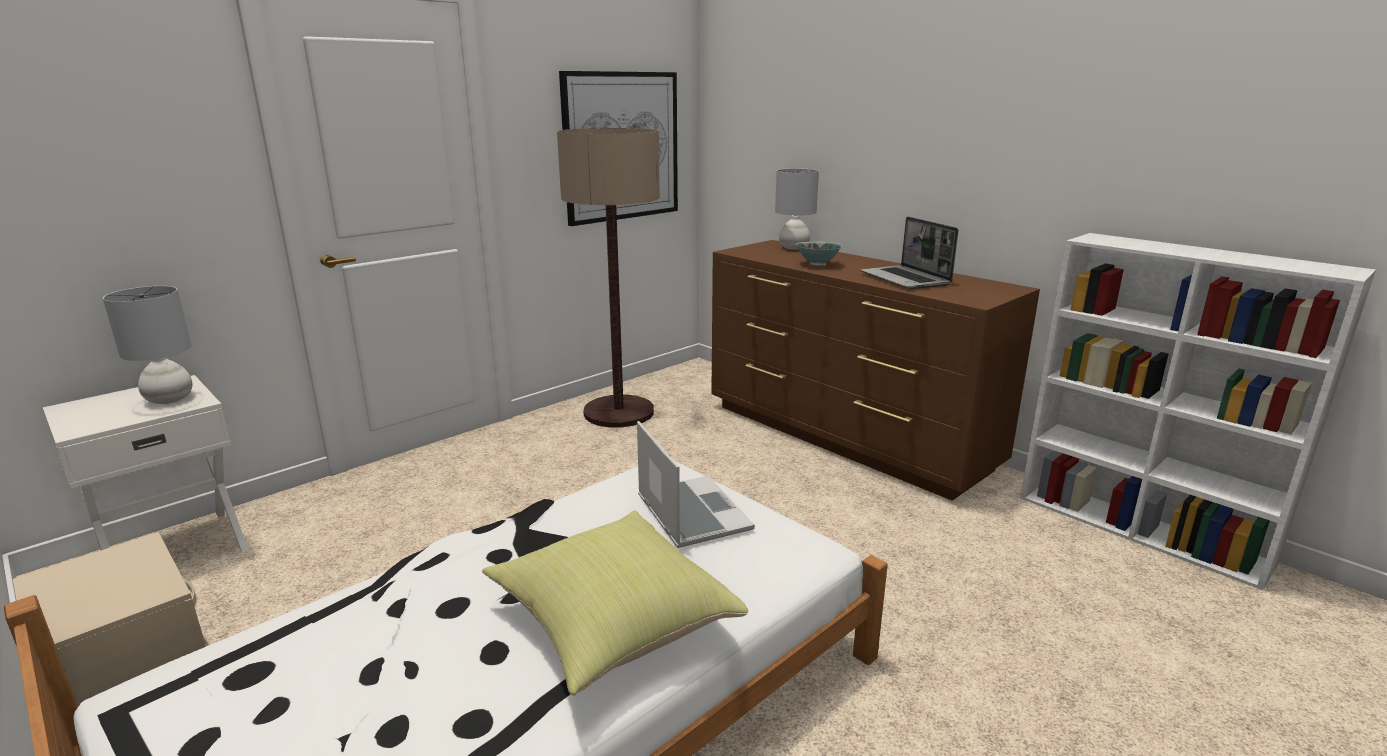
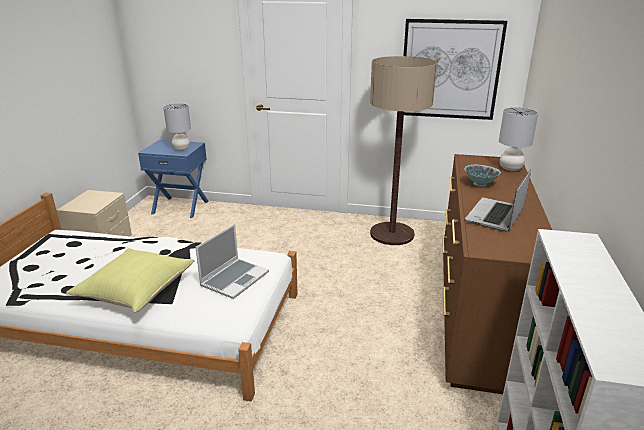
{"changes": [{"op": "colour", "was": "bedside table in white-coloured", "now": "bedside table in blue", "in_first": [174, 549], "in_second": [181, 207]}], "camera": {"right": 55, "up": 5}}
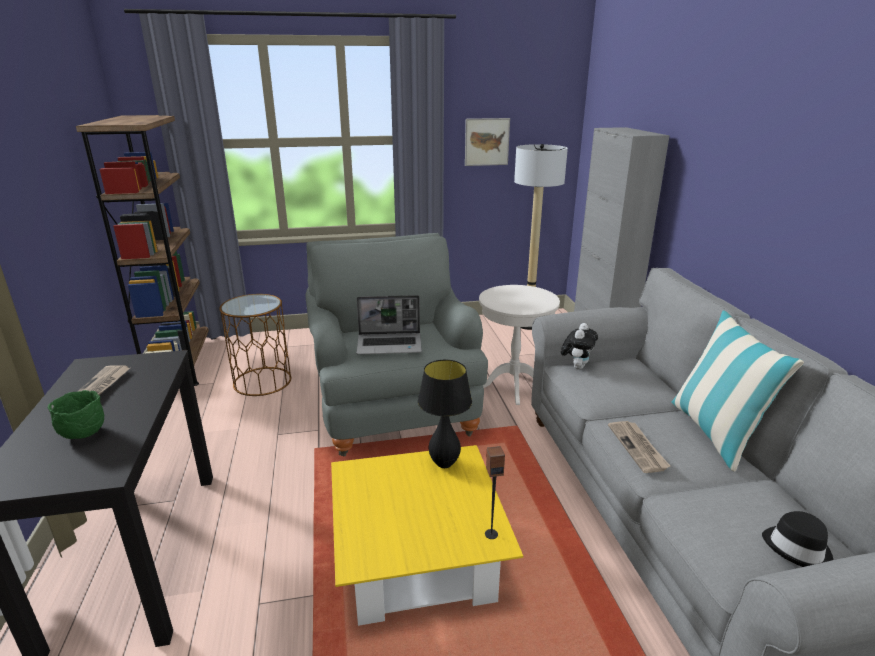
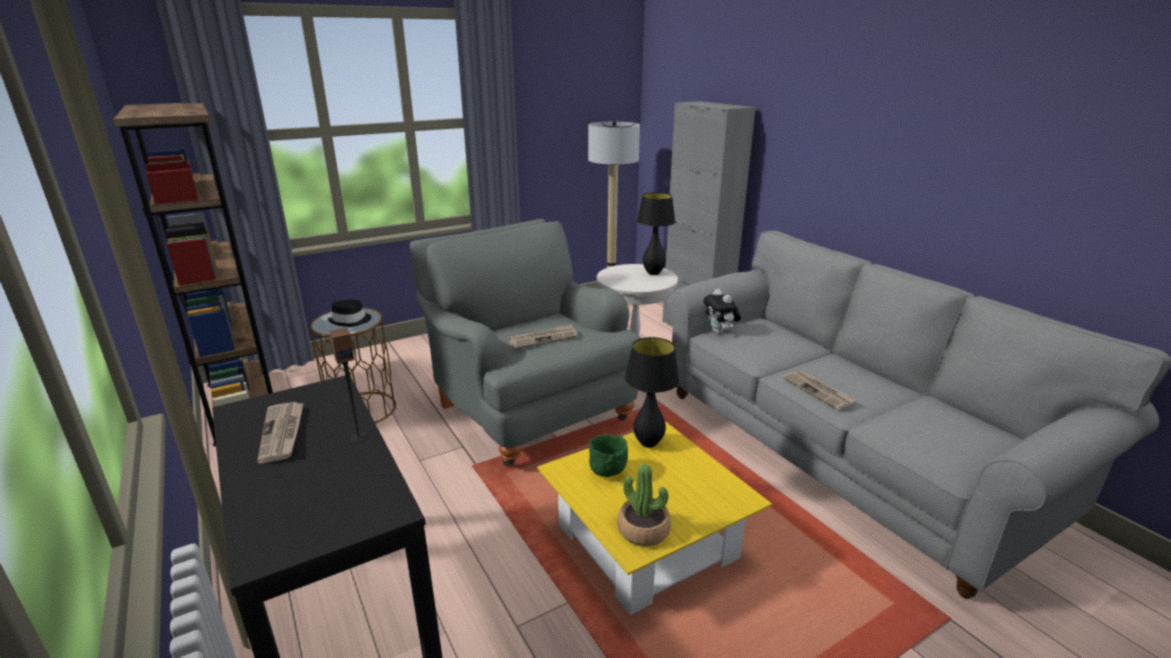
{"changes": [{"op": "missing", "was": "wall picture", "in_first": [486, 142]}, {"op": "exchanged", "was": "portable computer", "now": "printed paper", "in_first": [390, 345], "in_second": [543, 338]}, {"op": "missing", "was": "cushion", "in_first": [715, 433]}, {"op": "spun", "was": "soft toy", "in_first": [576, 366], "in_second": [720, 332], "clockwise": 150}, {"op": "relocated", "was": "serving bowl in greenish", "in_first": [83, 435], "in_second": [607, 472]}, {"op": "relocated", "was": "audio speaker", "in_first": [491, 534], "in_second": [358, 437]}, {"op": "relocated", "was": "hat in blackish", "in_first": [798, 548], "in_second": [351, 321]}, {"op": "appeared", "now": "lamp for a table in blackish", "in_second": [653, 273]}, {"op": "appeared", "now": "houseplant", "in_second": [643, 530]}], "camera": {"right": -20, "up": 0}}
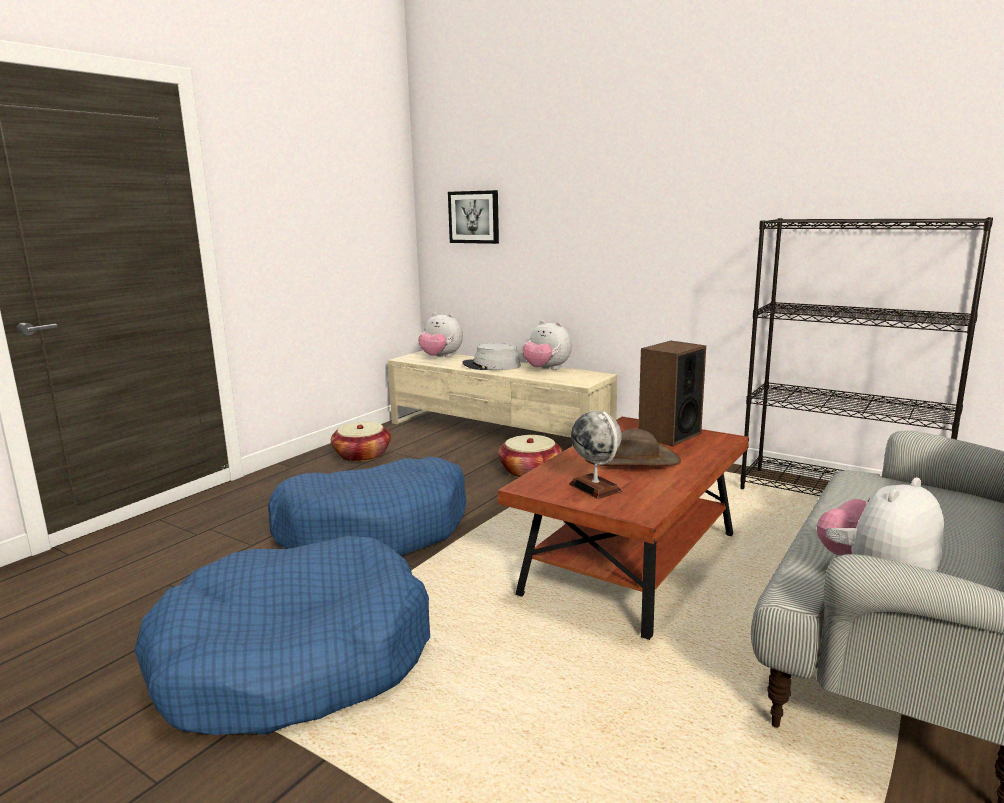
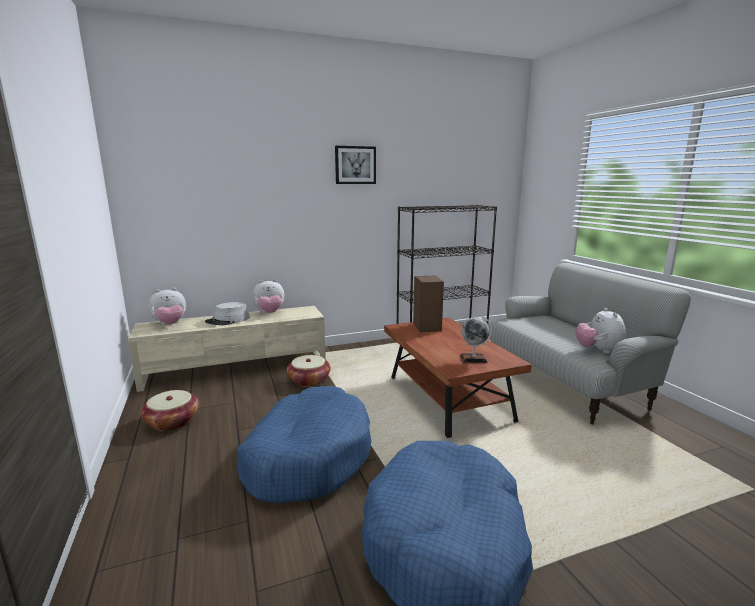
{"changes": [{"op": "relocated", "was": "wall picture", "in_first": [474, 217], "in_second": [355, 165]}, {"op": "missing", "was": "hat in brownish", "in_first": [632, 459]}], "camera": {"right": -55, "up": 0}}
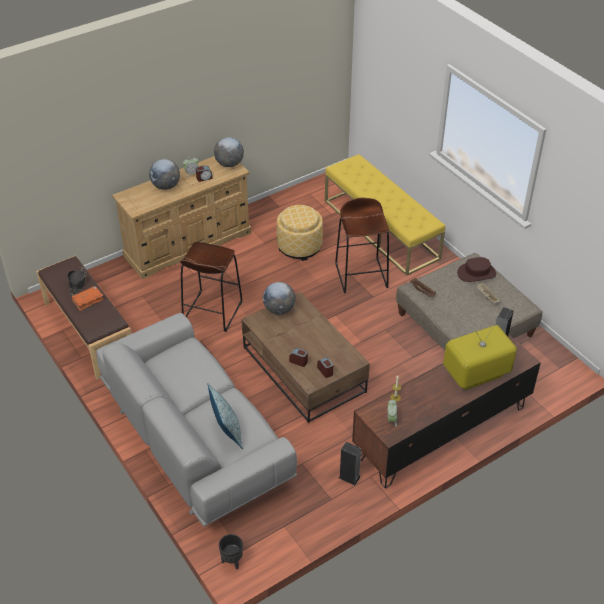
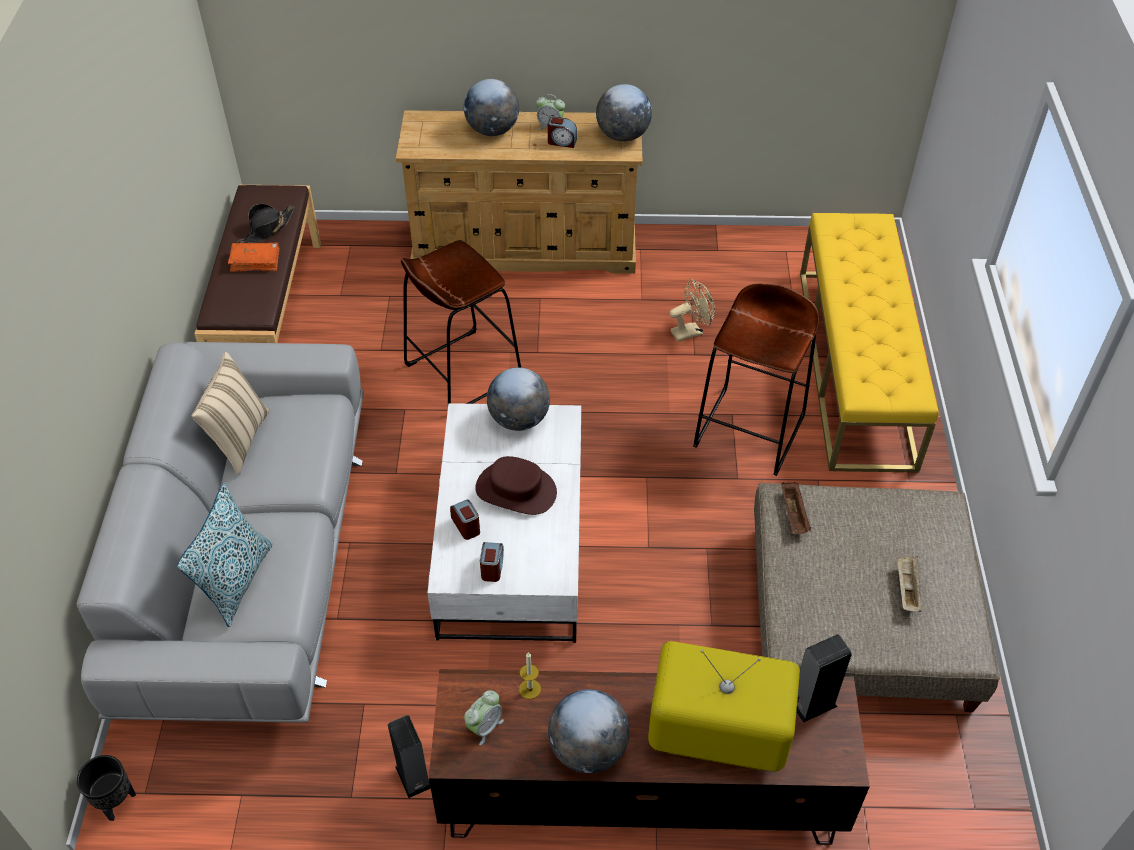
{"changes": [{"op": "exchanged", "was": "footrest", "now": "electric fan in beige", "in_first": [299, 246], "in_second": [691, 331]}, {"op": "relocated", "was": "hat in brownish", "in_first": [476, 273], "in_second": [516, 490]}, {"op": "colour", "was": "lounge table in brownish", "now": "lounge table in white-coloured", "in_first": [303, 369], "in_second": [511, 541]}, {"op": "appeared", "now": "cushion in beige", "in_second": [239, 439]}, {"op": "appeared", "now": "world globe", "in_second": [588, 749]}], "camera": {"right": 35, "up": 5}}
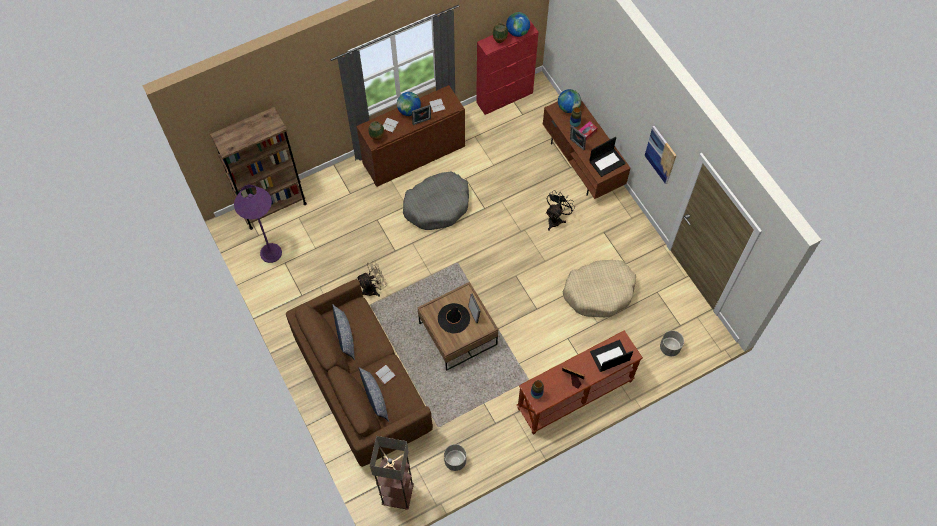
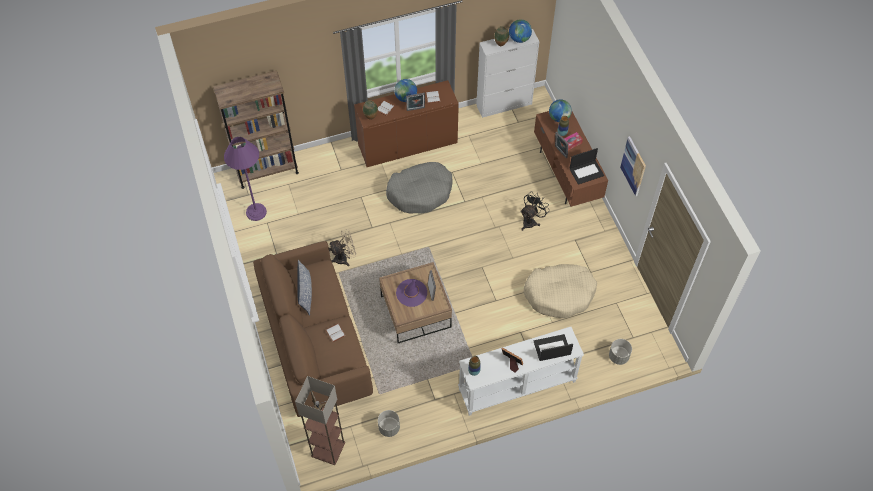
{"changes": [{"op": "colour", "was": "storage cabinet in red", "now": "storage cabinet in white-coloured", "in_first": [505, 97], "in_second": [504, 104]}, {"op": "colour", "was": "hat in blackish", "now": "hat in purplish", "in_first": [454, 318], "in_second": [411, 293]}, {"op": "colour", "was": "hall table in brownish", "now": "hall table in white-coloured", "in_first": [575, 395], "in_second": [517, 386]}, {"op": "missing", "was": "cushion", "in_first": [375, 398]}], "camera": {"right": 10, "up": -5}}
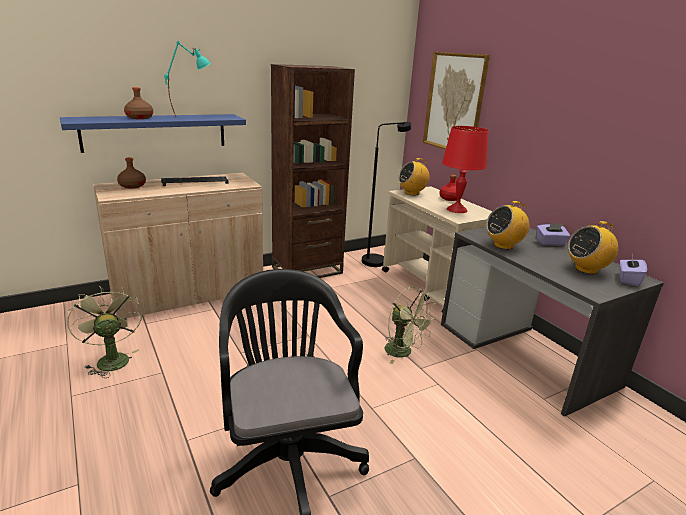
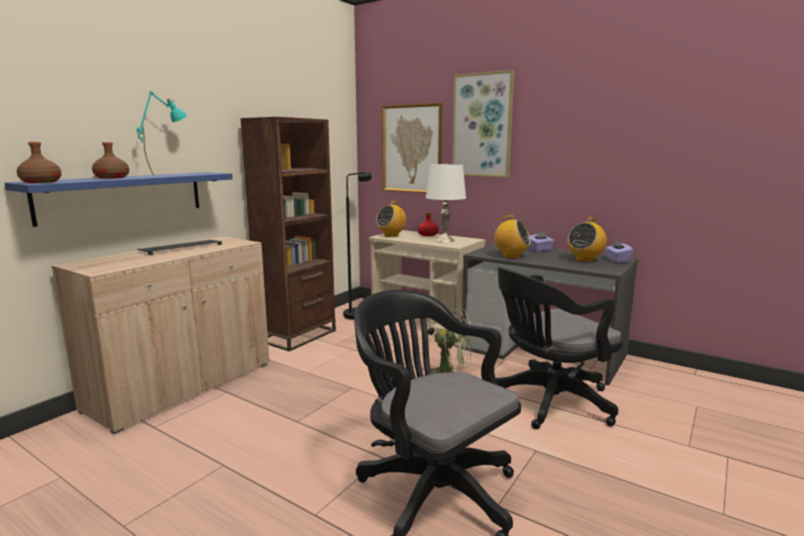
{"changes": [{"op": "colour", "was": "lamp for a table in red", "now": "lamp for a table in white-coloured", "in_first": [457, 209], "in_second": [445, 240]}, {"op": "relocated", "was": "bottle in brownish", "in_first": [132, 186], "in_second": [40, 182]}, {"op": "spun", "was": "radio", "in_first": [503, 245], "in_second": [511, 256], "clockwise": -105}, {"op": "missing", "was": "electric fan in greenish", "in_first": [111, 359]}, {"op": "appeared", "now": "wall picture", "in_second": [482, 125]}, {"op": "appeared", "now": "office chair in blackish", "in_second": [548, 402]}], "camera": {"right": -25, "up": -10}}
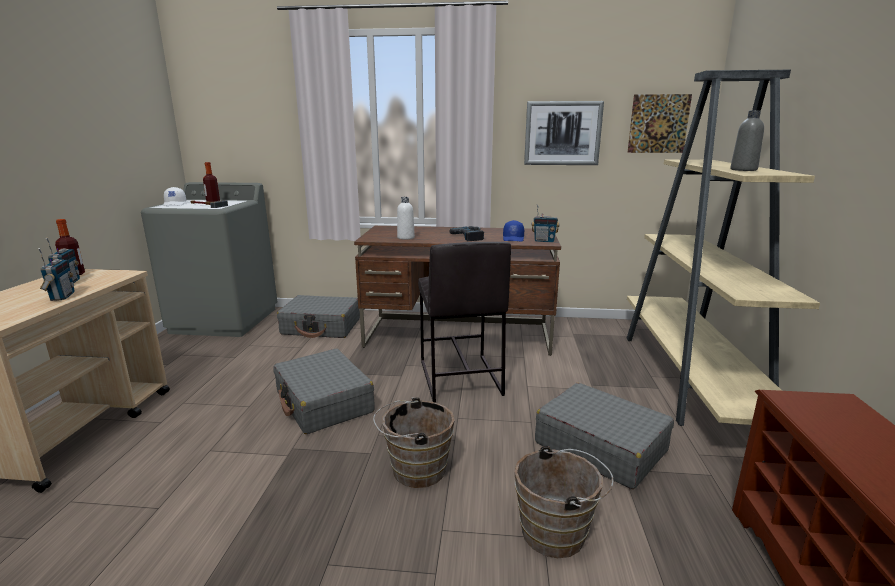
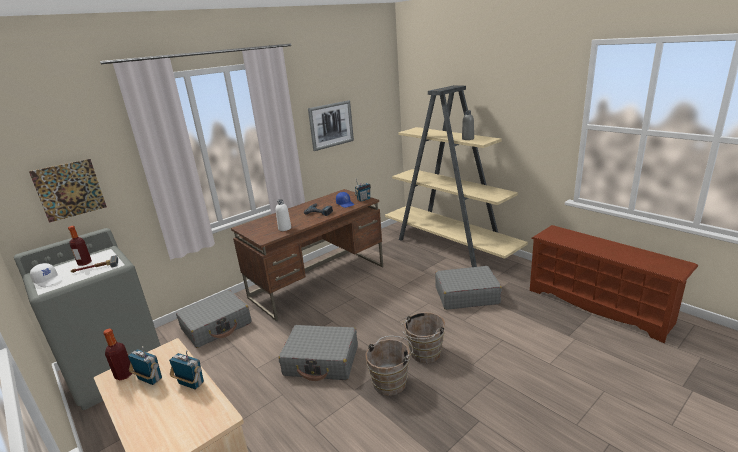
{"changes": [{"op": "relocated", "was": "wall picture", "in_first": [658, 124], "in_second": [69, 190]}, {"op": "missing", "was": "sitting stool in gray", "in_first": [459, 378]}, {"op": "relocated", "was": "pail in brownish", "in_first": [558, 532], "in_second": [391, 381]}], "camera": {"right": -45, "up": 5}}
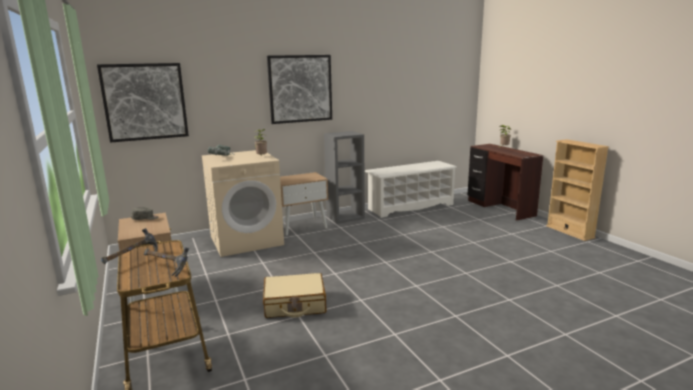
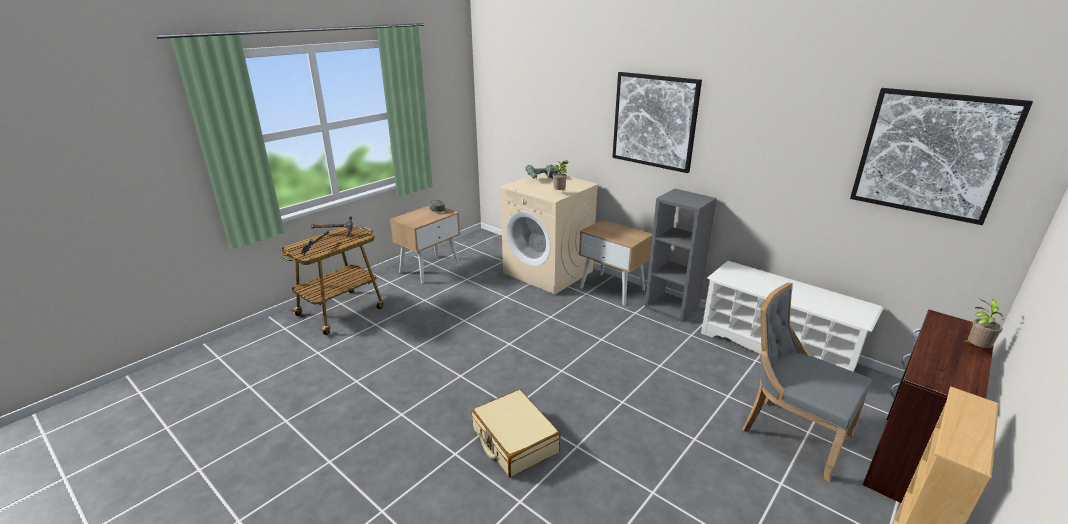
{"changes": [{"op": "relocated", "was": "wall picture", "in_first": [145, 102], "in_second": [931, 154]}, {"op": "relocated", "was": "travel case in beige", "in_first": [294, 304], "in_second": [514, 441]}, {"op": "appeared", "now": "plain chair in gray", "in_second": [791, 433]}], "camera": {"right": 65, "up": 10}}
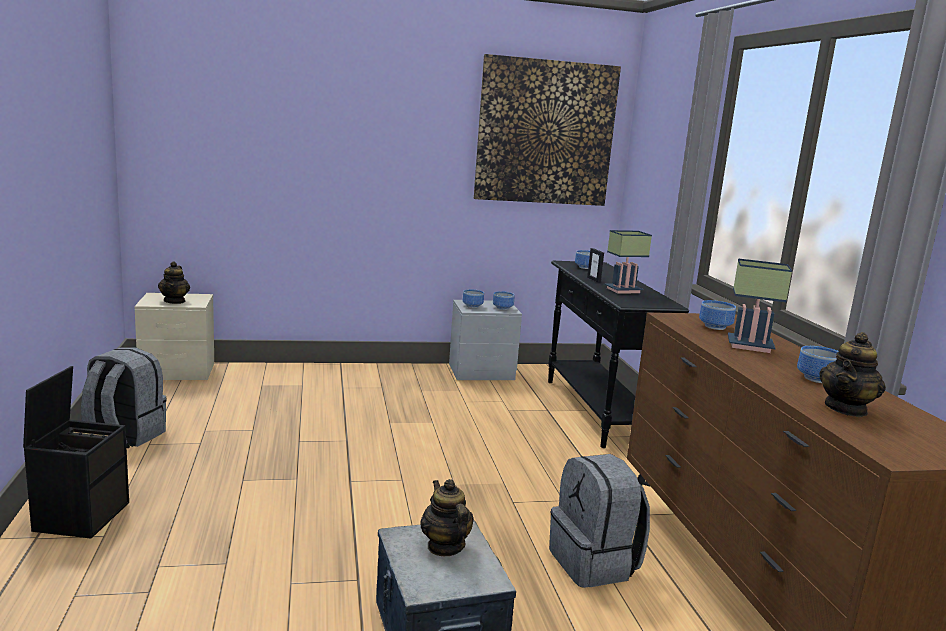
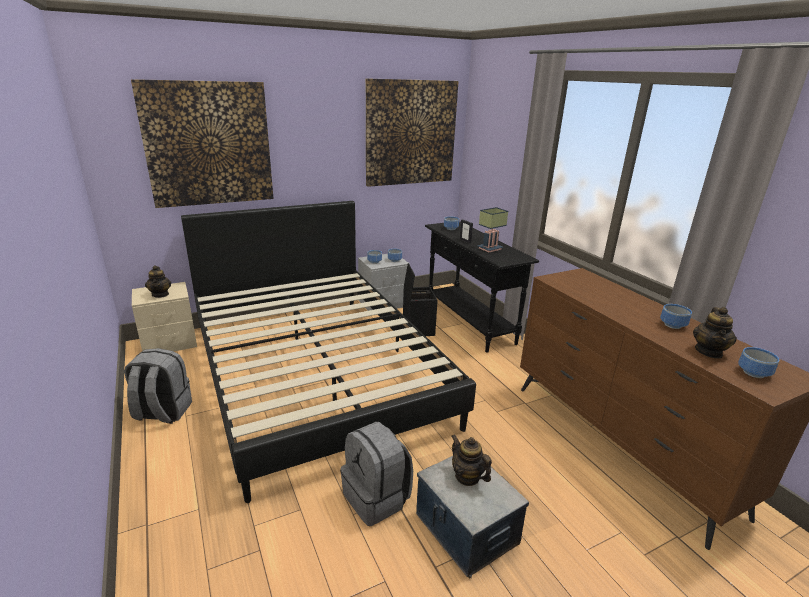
{"changes": [{"op": "missing", "was": "lamp for a table", "in_first": [751, 345]}, {"op": "relocated", "was": "serving bowl", "in_first": [715, 327], "in_second": [755, 373]}, {"op": "relocated", "was": "storage box in blackish", "in_first": [82, 515], "in_second": [417, 328]}, {"op": "relocated", "was": "backpack in gray", "in_first": [594, 563], "in_second": [377, 498]}, {"op": "appeared", "now": "wall picture", "in_second": [208, 144]}, {"op": "appeared", "now": "sleeping bed in blackish", "in_second": [315, 372]}], "camera": {"right": -15, "up": 10}}
